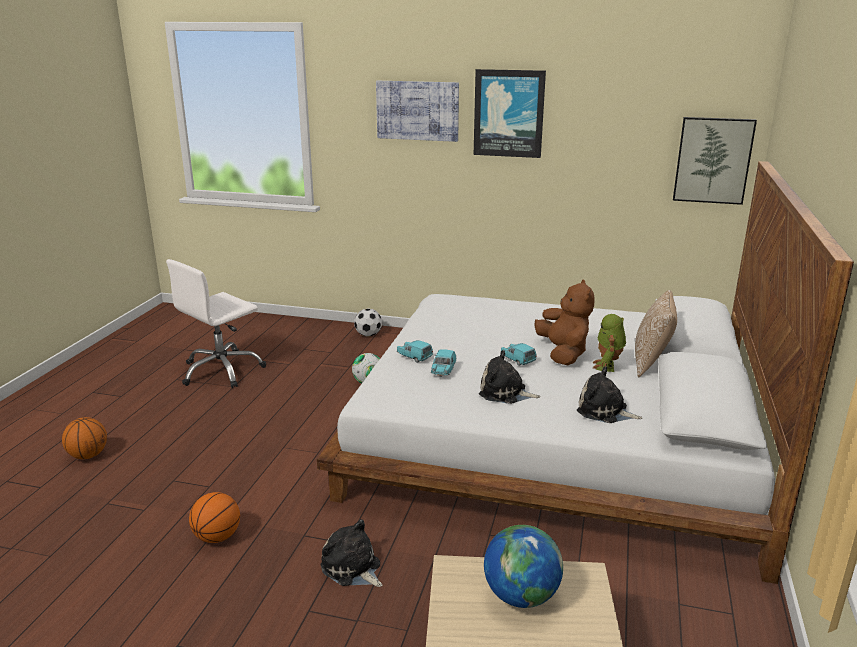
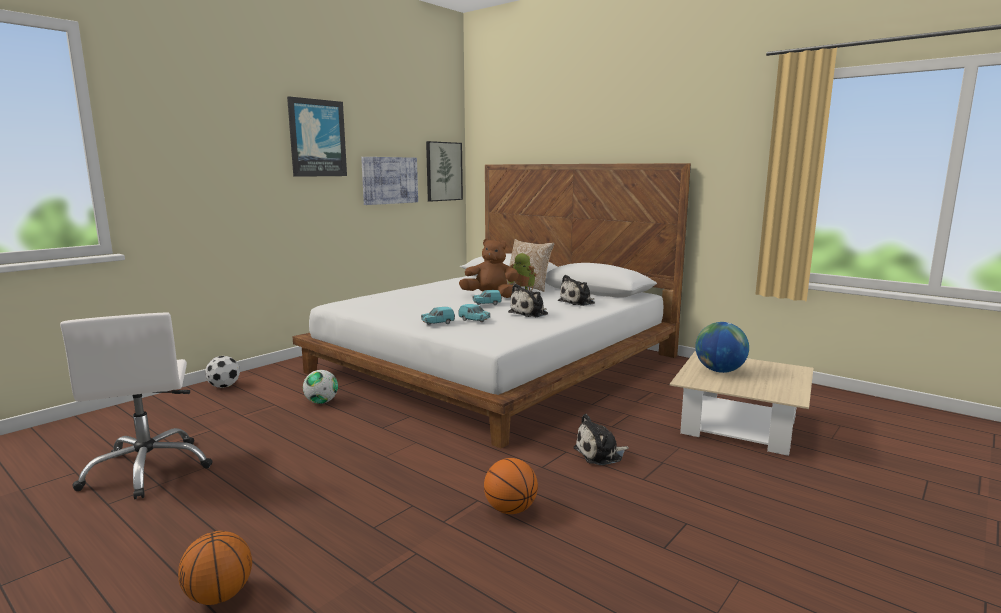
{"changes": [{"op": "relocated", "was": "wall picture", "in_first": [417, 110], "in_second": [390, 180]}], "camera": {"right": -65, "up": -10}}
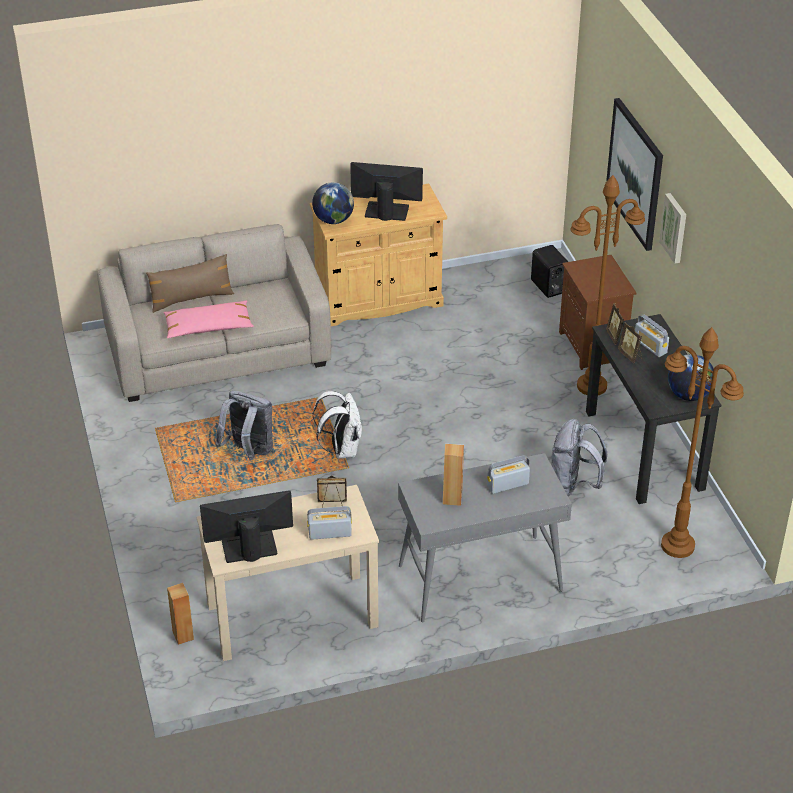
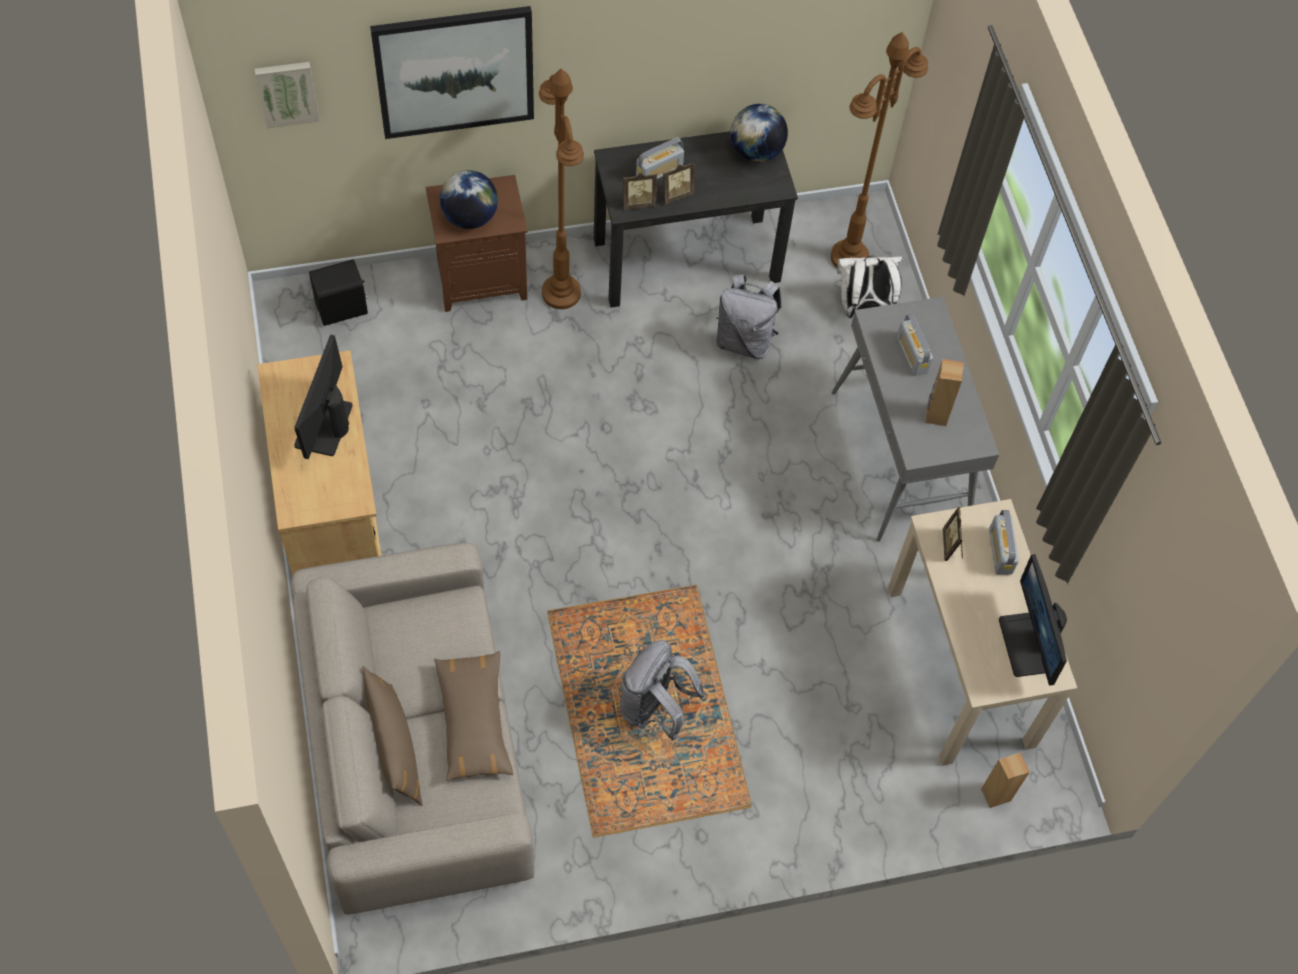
{"changes": [{"op": "relocated", "was": "world globe", "in_first": [333, 220], "in_second": [470, 217]}, {"op": "relocated", "was": "wall picture", "in_first": [675, 227], "in_second": [287, 92]}, {"op": "colour", "was": "cushion in pink", "now": "cushion in brownish", "in_first": [208, 327], "in_second": [473, 721]}, {"op": "relocated", "was": "backpack in white-coloured", "in_first": [342, 449], "in_second": [863, 308]}], "camera": {"right": -90, "up": 20}}
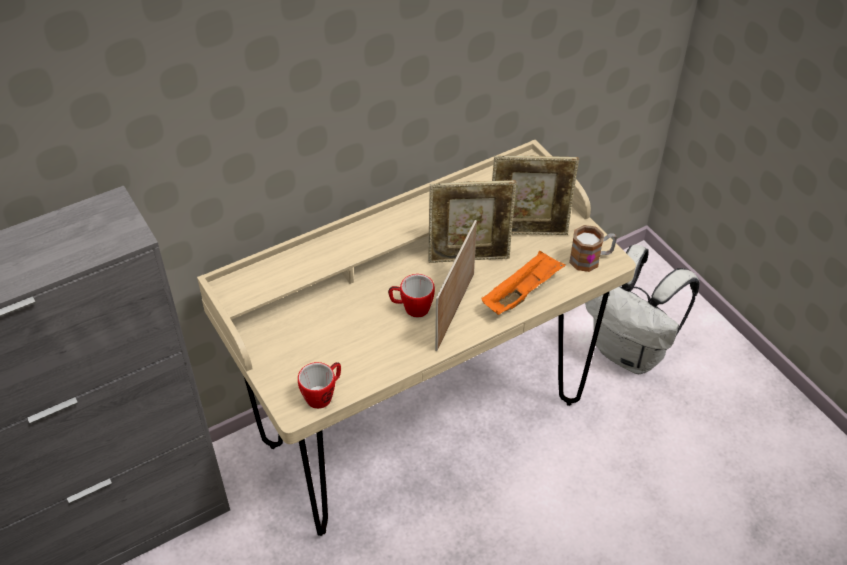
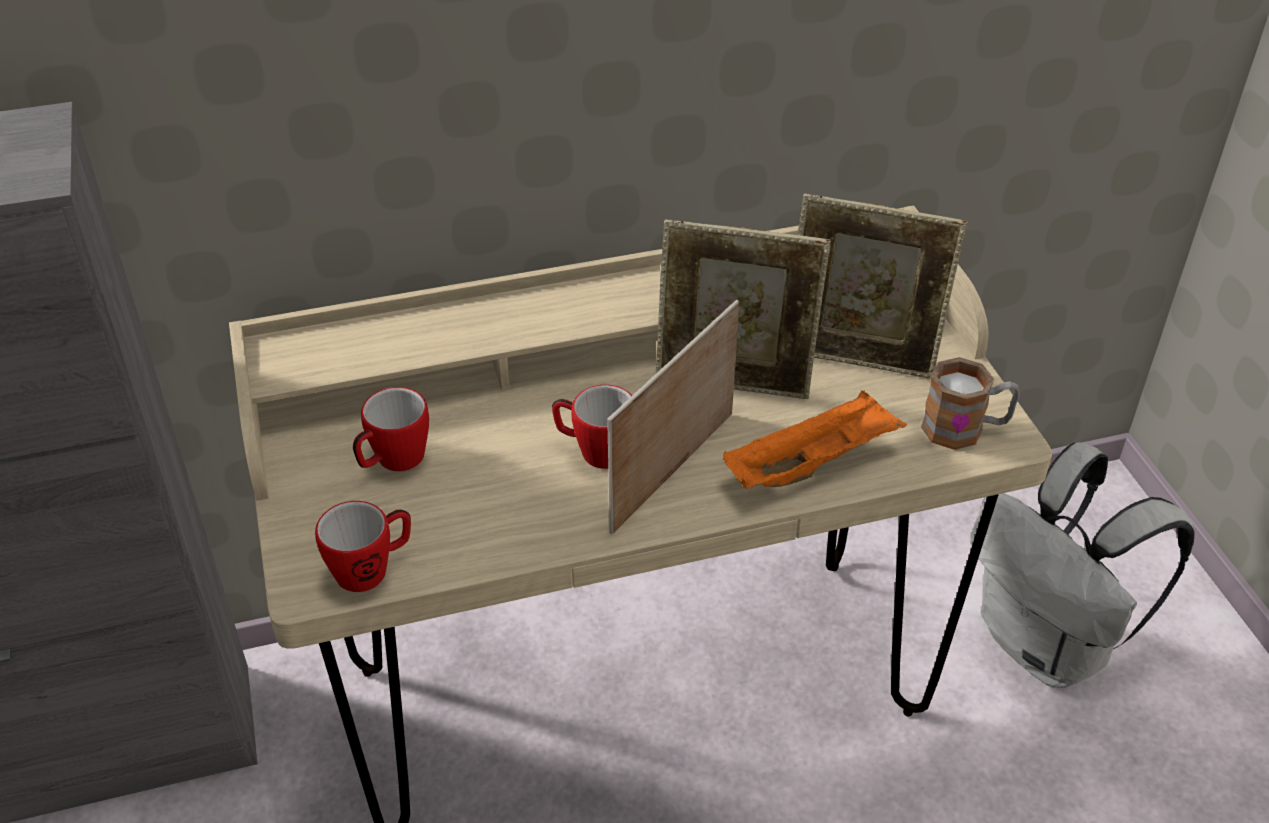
{"changes": [{"op": "appeared", "now": "coffee mug", "in_second": [393, 461]}], "camera": {"right": 15, "up": -5}}
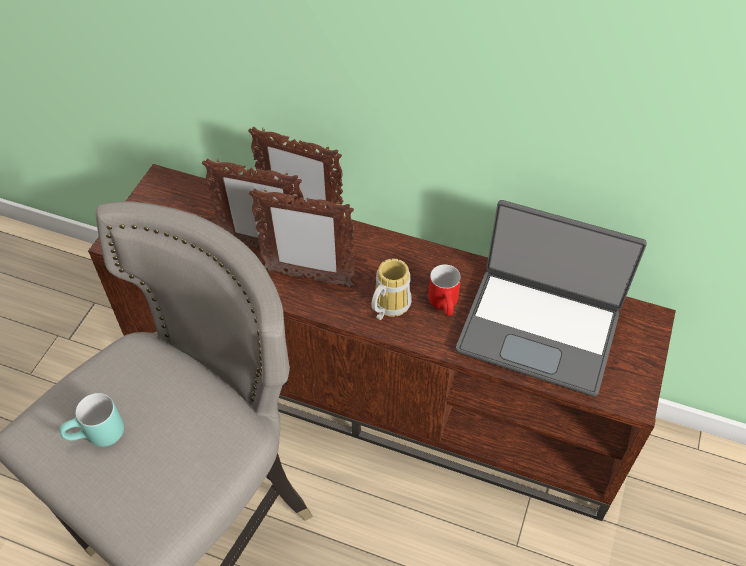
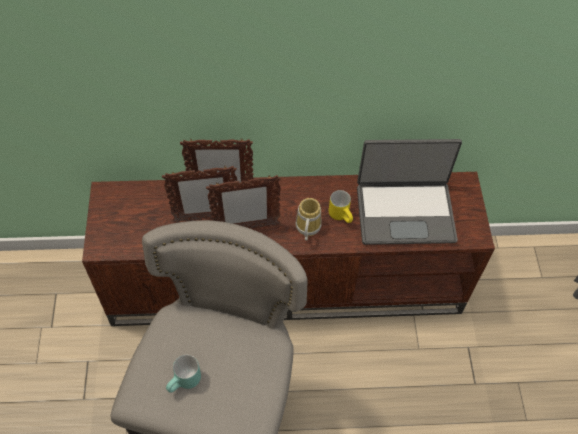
{"changes": [{"op": "colour", "was": "coffee mug in red", "now": "coffee mug in yellowish", "in_first": [446, 305], "in_second": [342, 215]}], "camera": {"right": -25, "up": 5}}
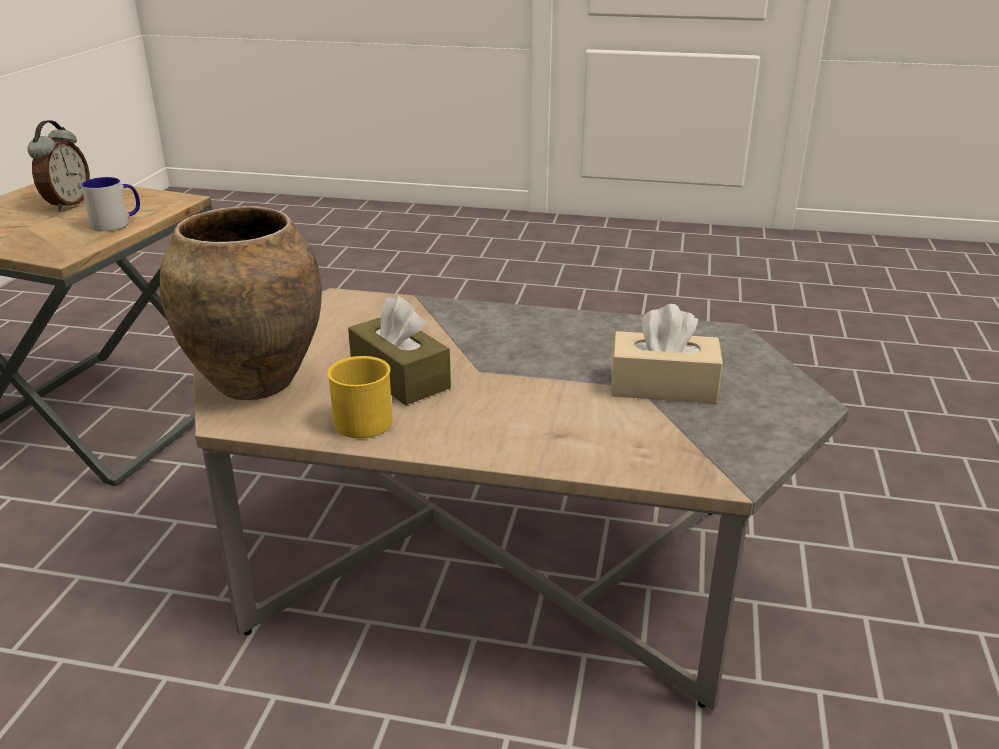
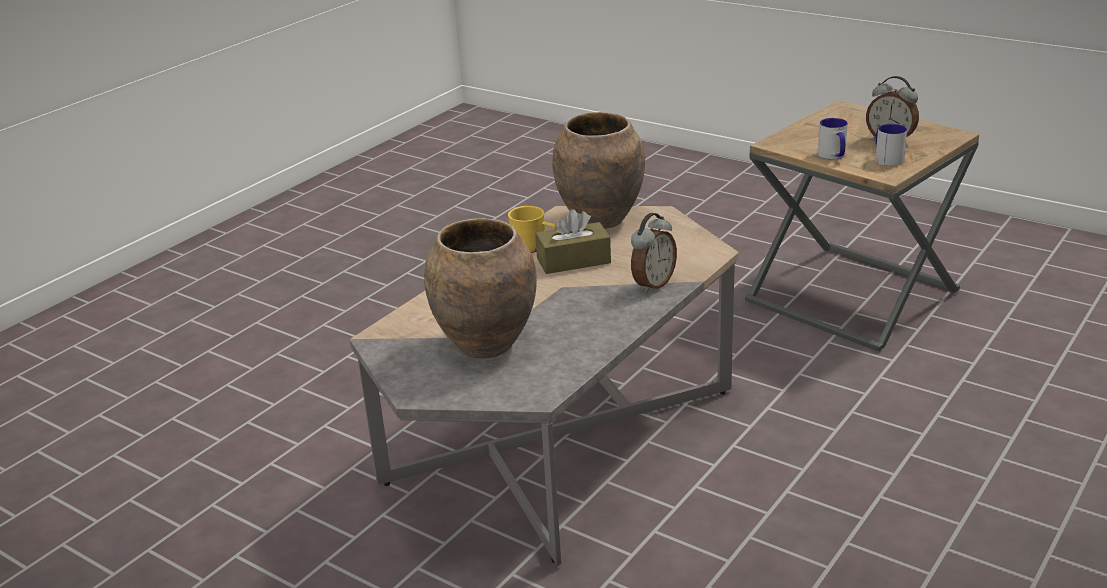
{"changes": [{"op": "exchanged", "was": "tissue box in beige", "now": "flower vase in brownish", "in_first": [663, 386], "in_second": [485, 345]}, {"op": "appeared", "now": "coffee mug", "in_second": [886, 158]}, {"op": "appeared", "now": "alarm clock", "in_second": [652, 284]}], "camera": {"right": 115, "up": 0}}
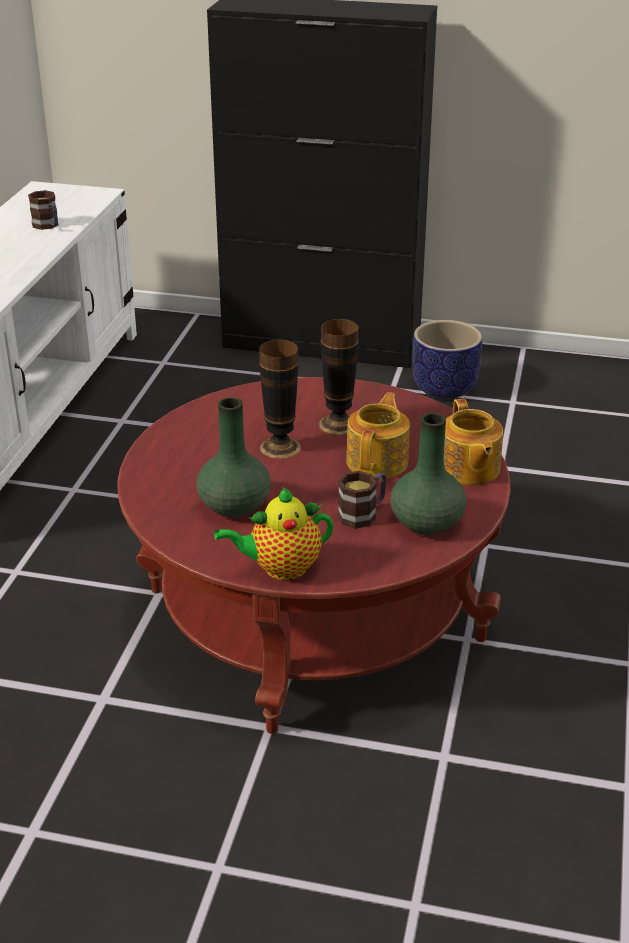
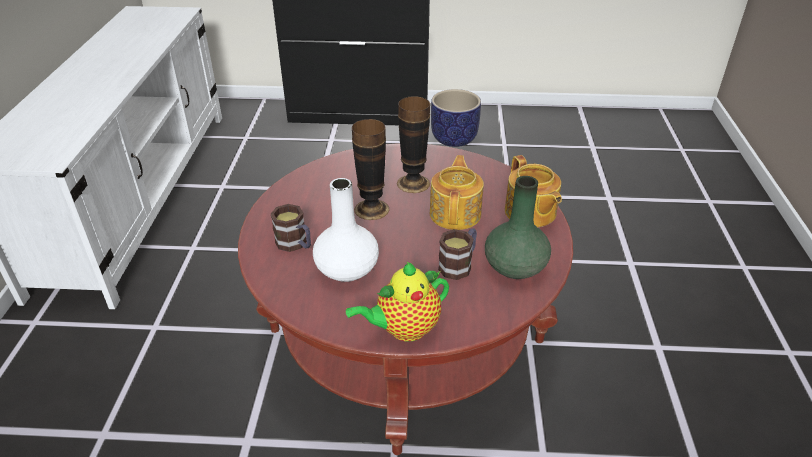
{"changes": [{"op": "relocated", "was": "coffee mug", "in_first": [48, 226], "in_second": [295, 244]}, {"op": "colour", "was": "flower vase in greenish", "now": "flower vase in white-coloured", "in_first": [234, 505], "in_second": [347, 269]}], "camera": {"right": -10, "up": 5}}
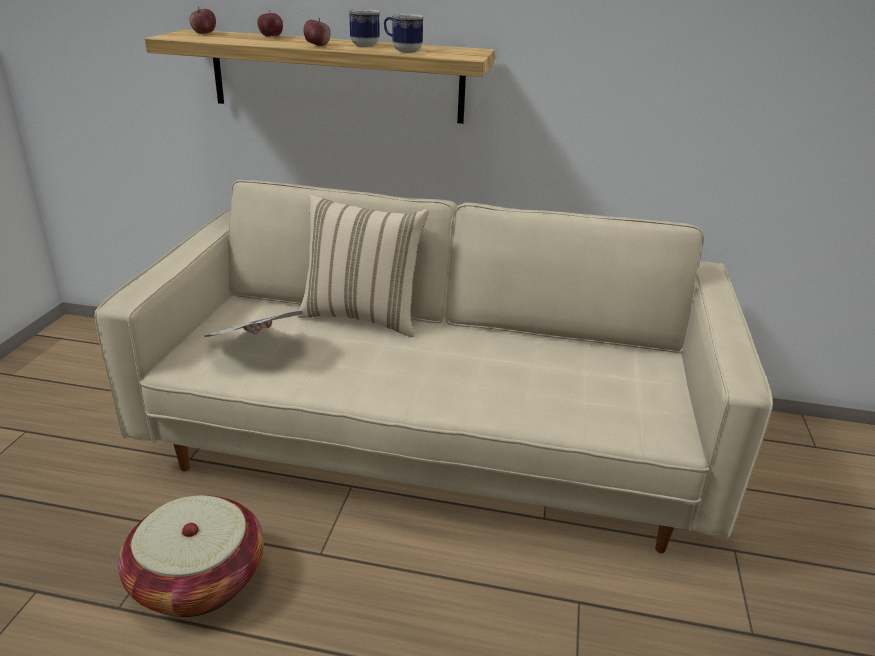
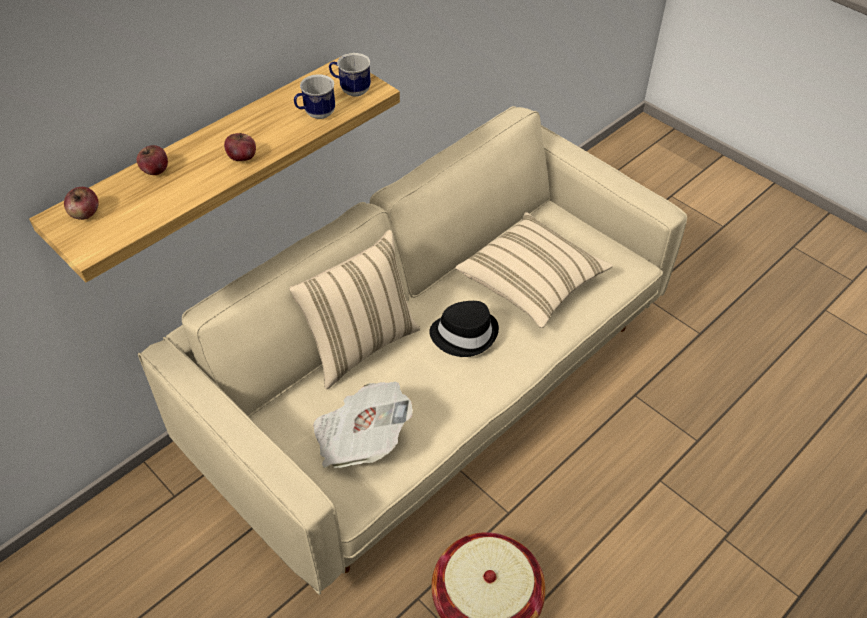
{"changes": [{"op": "relocated", "was": "coffee mug", "in_first": [363, 45], "in_second": [351, 90]}, {"op": "appeared", "now": "cushion in beige", "in_second": [531, 283]}, {"op": "appeared", "now": "hat in blackish", "in_second": [464, 334]}], "camera": {"right": -55, "up": 20}}
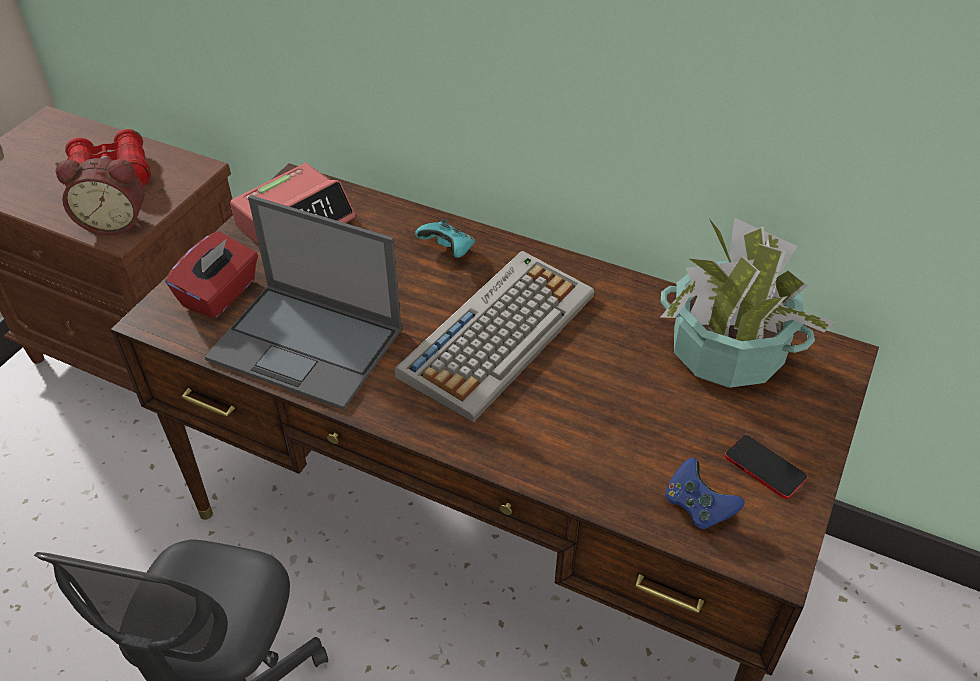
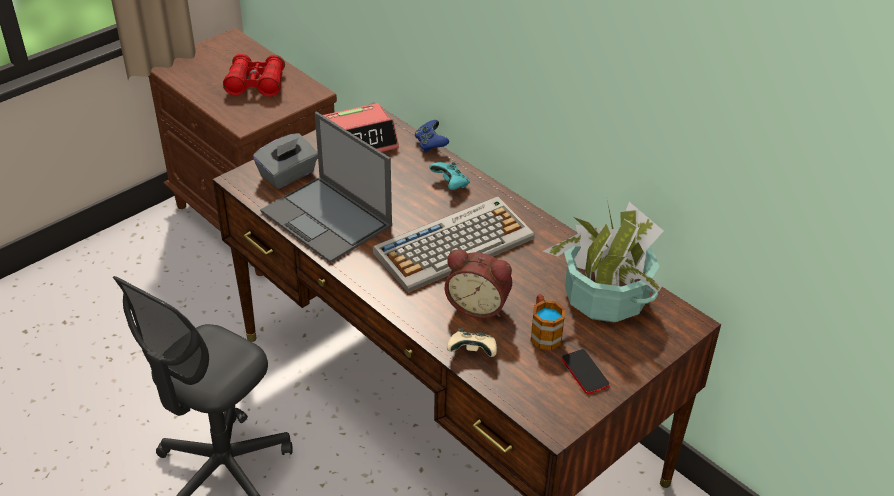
{"changes": [{"op": "relocated", "was": "alarm clock", "in_first": [115, 222], "in_second": [478, 305]}, {"op": "colour", "was": "tissue box in red", "now": "tissue box in gray", "in_first": [220, 294], "in_second": [288, 175]}, {"op": "relocated", "was": "joypad in blue", "in_first": [697, 506], "in_second": [430, 144]}, {"op": "appeared", "now": "coffee mug", "in_second": [543, 333]}, {"op": "appeared", "now": "joypad in beige", "in_second": [472, 352]}], "camera": {"right": 20, "up": -5}}
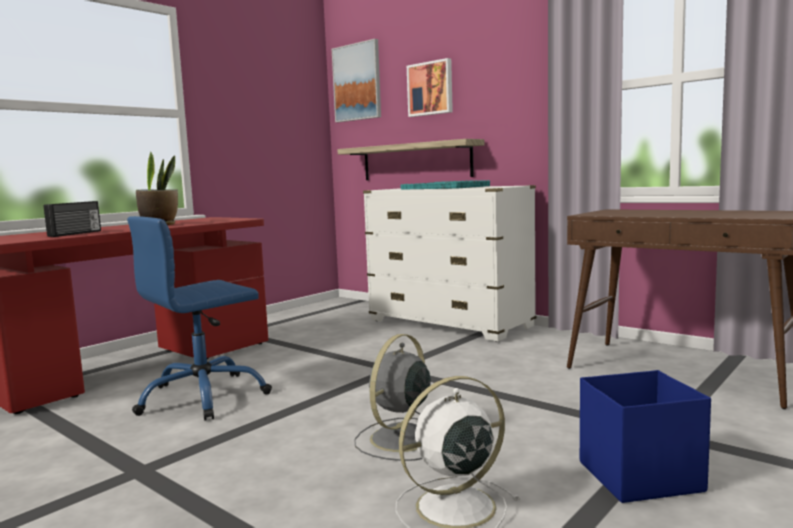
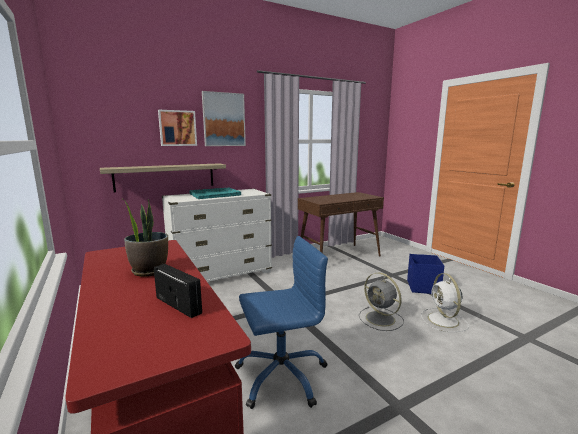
{"changes": [{"op": "relocated", "was": "wall picture", "in_first": [357, 82], "in_second": [224, 119]}, {"op": "spun", "was": "office chair in blue", "in_first": [203, 397], "in_second": [281, 375], "clockwise": -90}], "camera": {"right": -70, "up": 5}}
